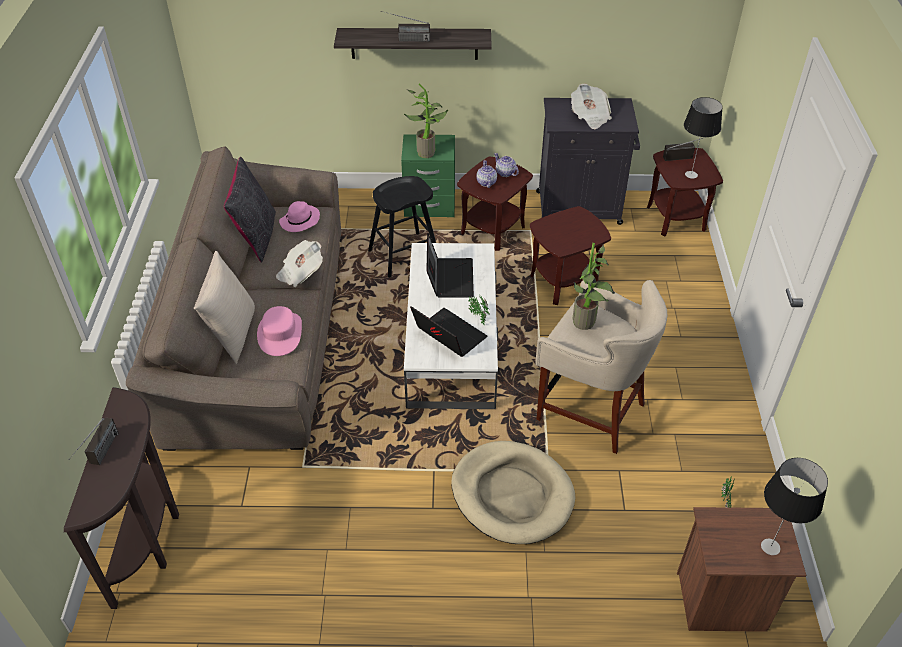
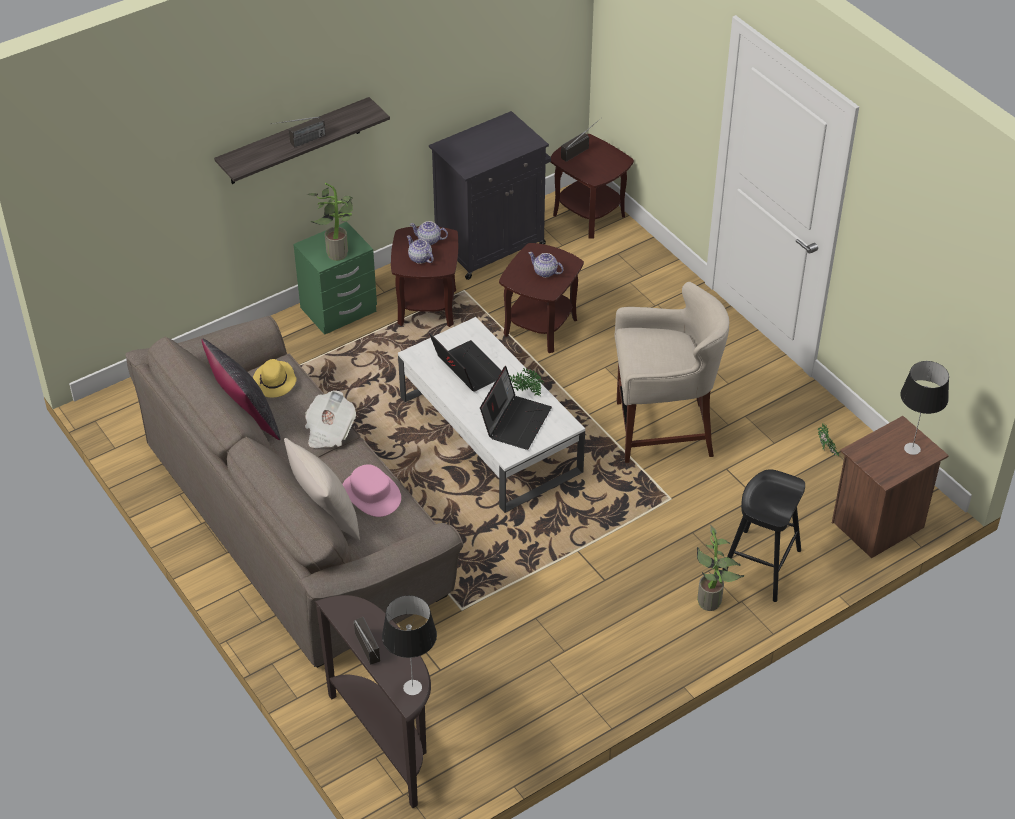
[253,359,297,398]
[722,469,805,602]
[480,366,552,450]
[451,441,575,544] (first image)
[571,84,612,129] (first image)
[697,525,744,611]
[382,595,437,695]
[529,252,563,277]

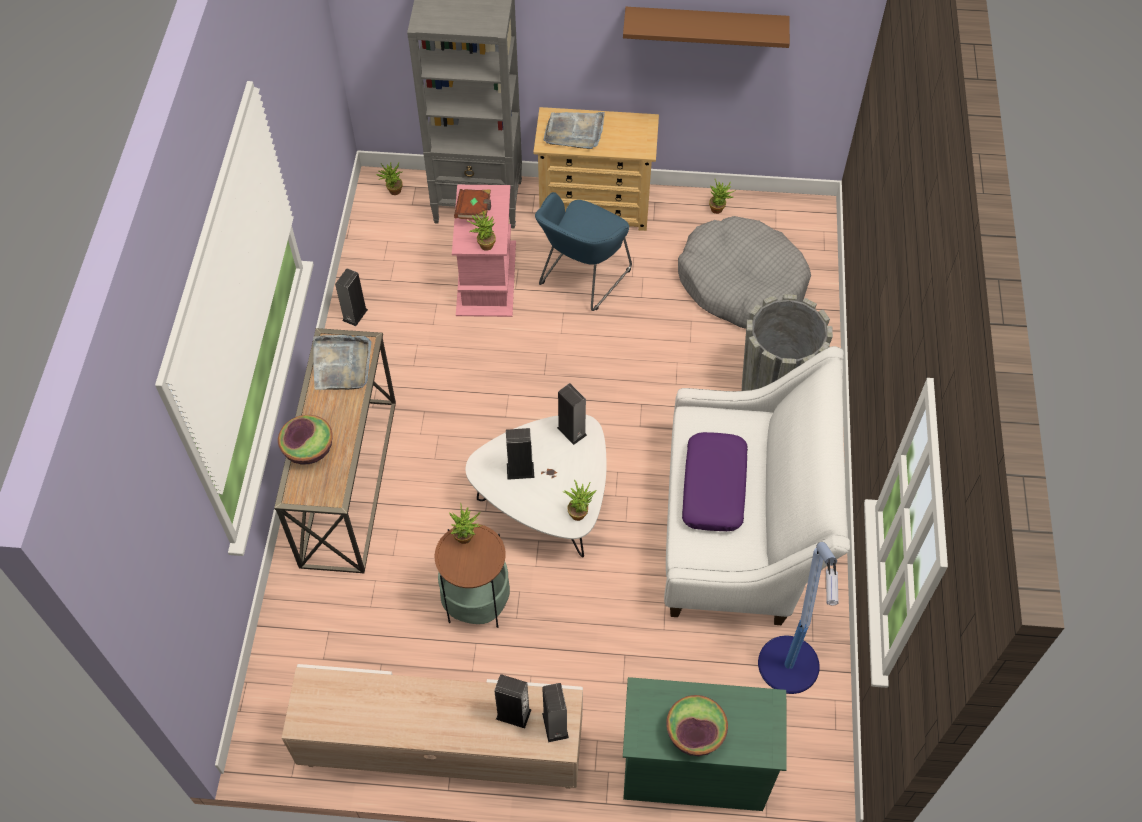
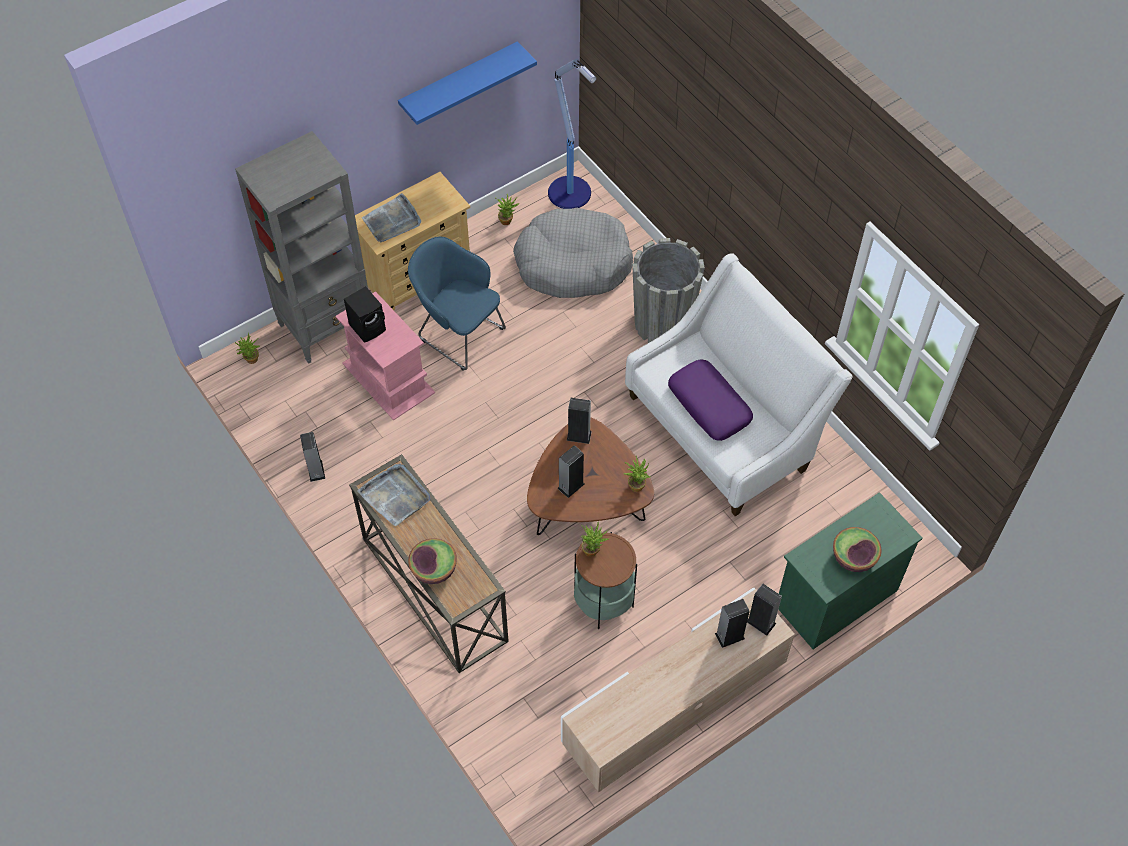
[344,286,386,343]
[466,211,496,251] (first image)
[527,417,654,535]
[408,237,506,371]
[398,41,537,125]
[548,58,596,209]

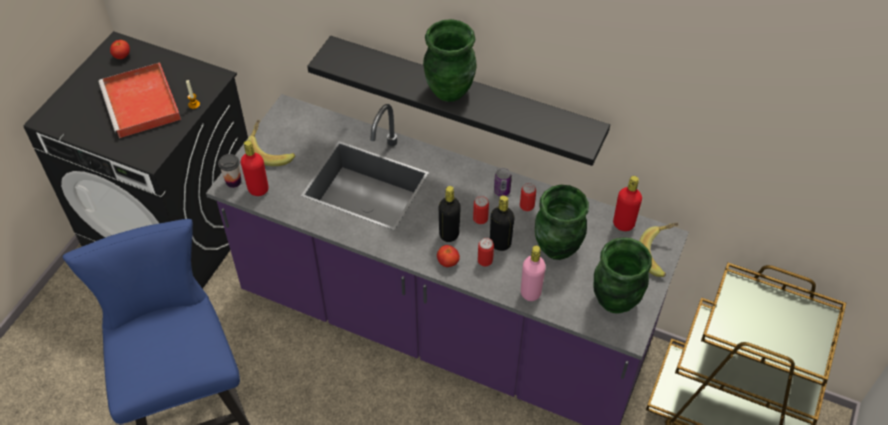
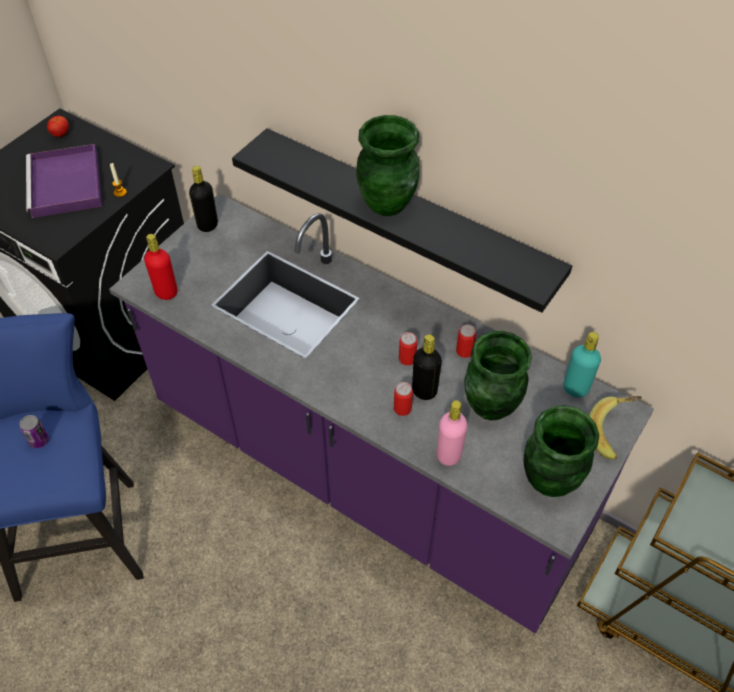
[26,144,102,218]
[218,154,241,188] (first image)
[247,120,295,166] (first image)
[437,245,460,267] (first image)
[189,166,218,232]
[20,415,49,448]
[564,332,601,397]

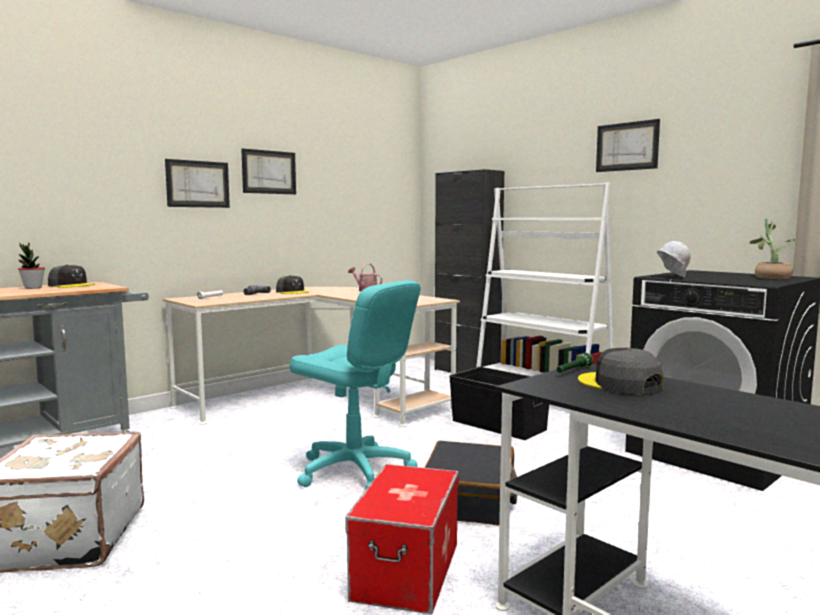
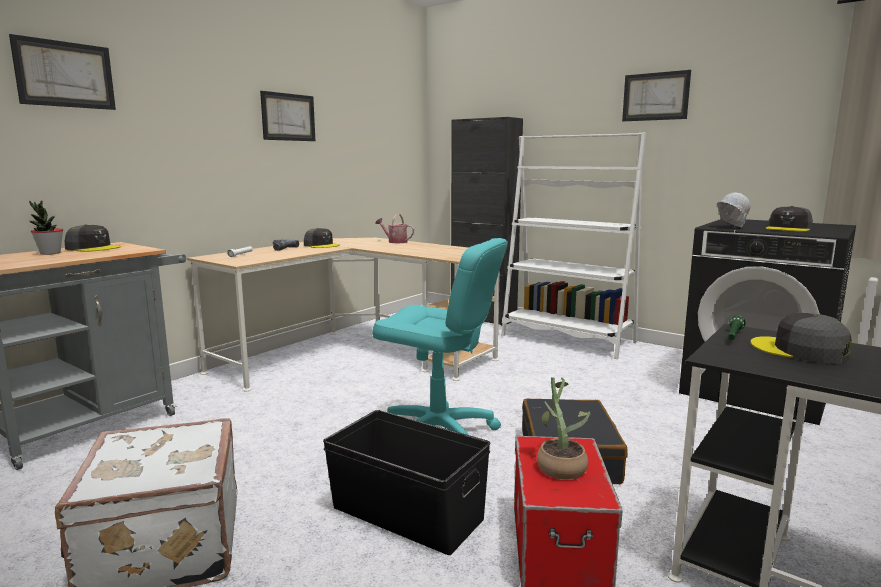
[9,34,116,110]
[323,410,491,555]
[537,377,590,480]
[765,206,813,232]

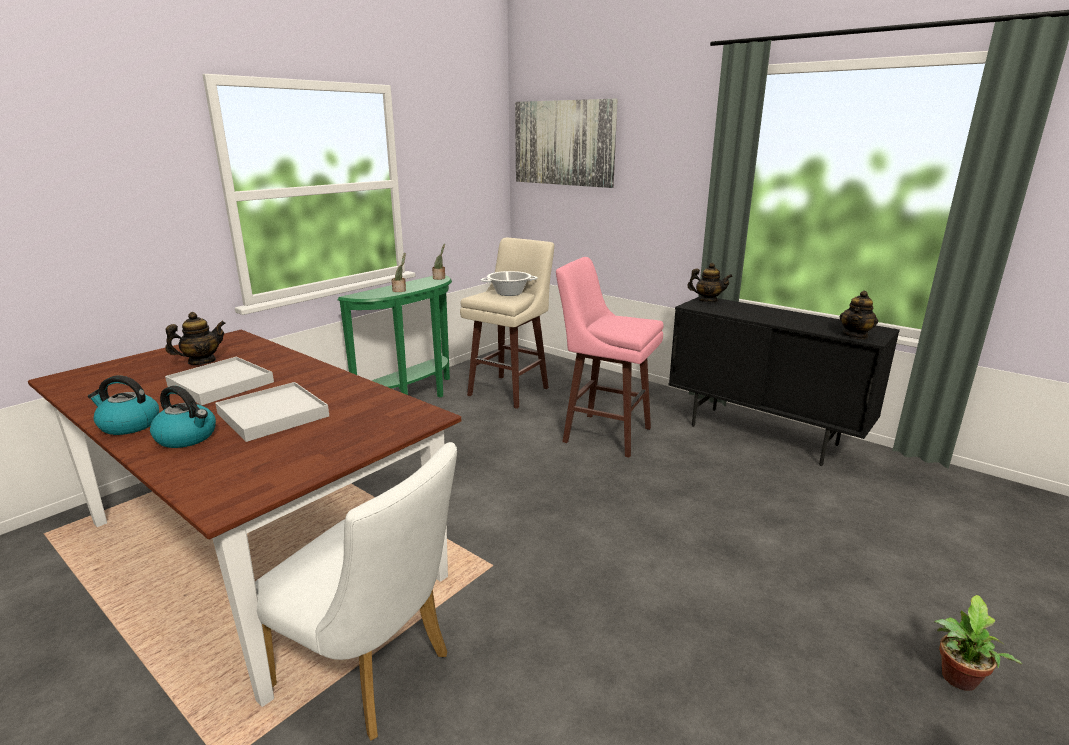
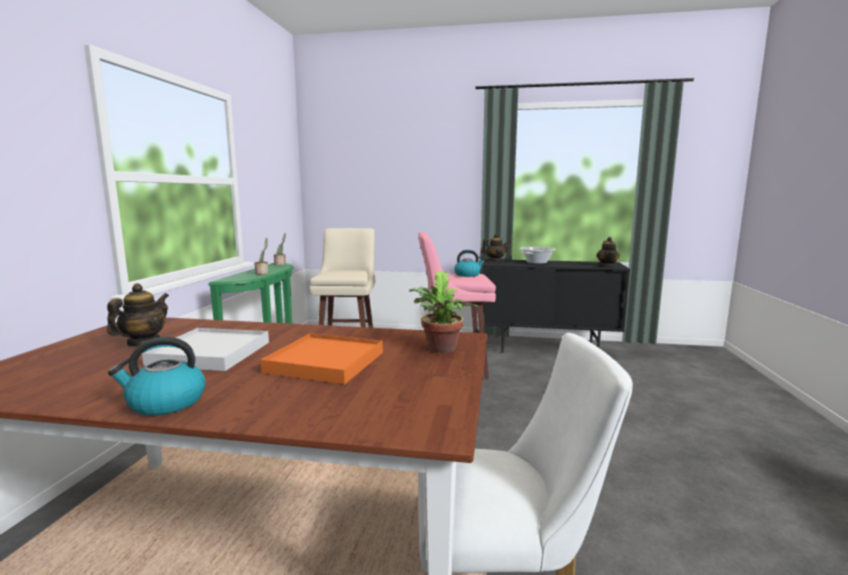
[454,250,485,277]
[260,333,383,384]
[520,247,556,264]
[515,99,618,188] (first image)
[409,271,478,354]

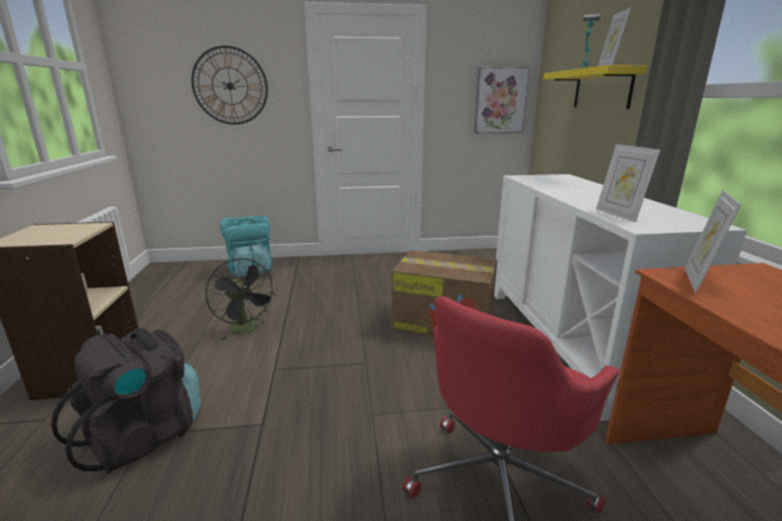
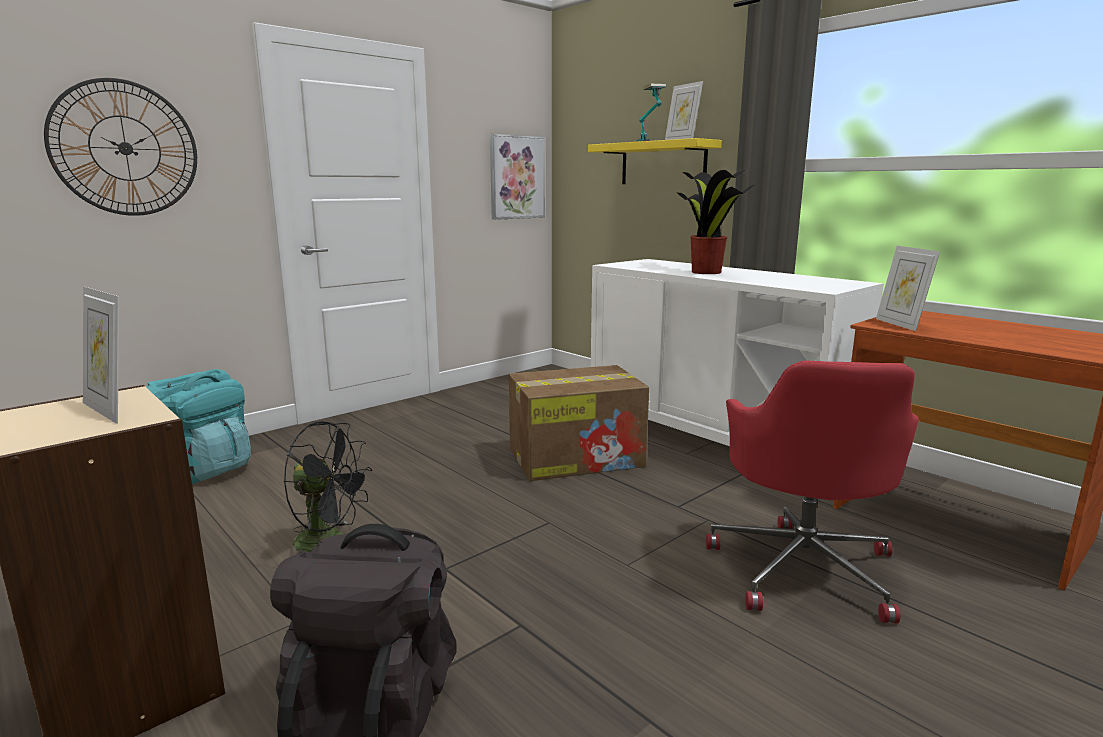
[83,286,119,424]
[677,170,754,274]

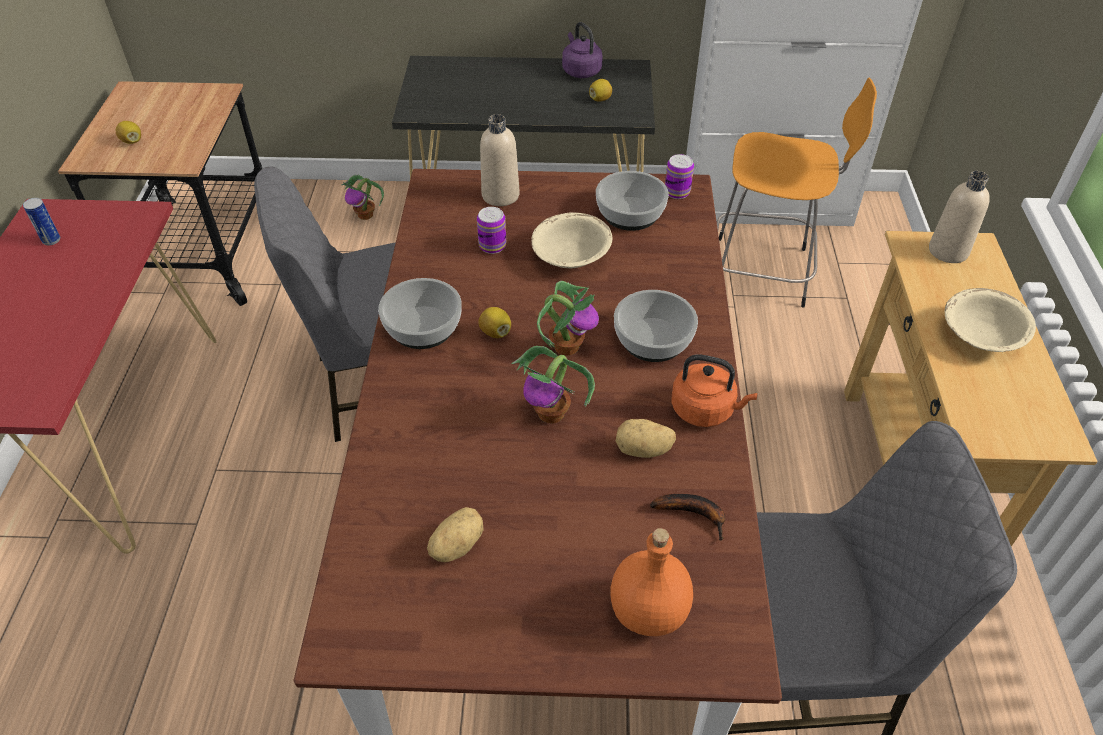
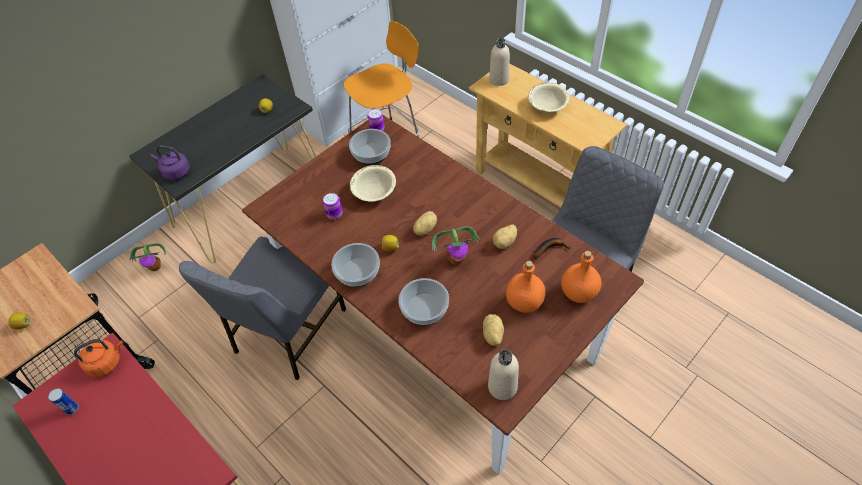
[488,349,519,400]
[413,211,437,236]
[151,146,190,180]
[399,278,449,325]
[74,339,123,377]
[506,261,545,313]

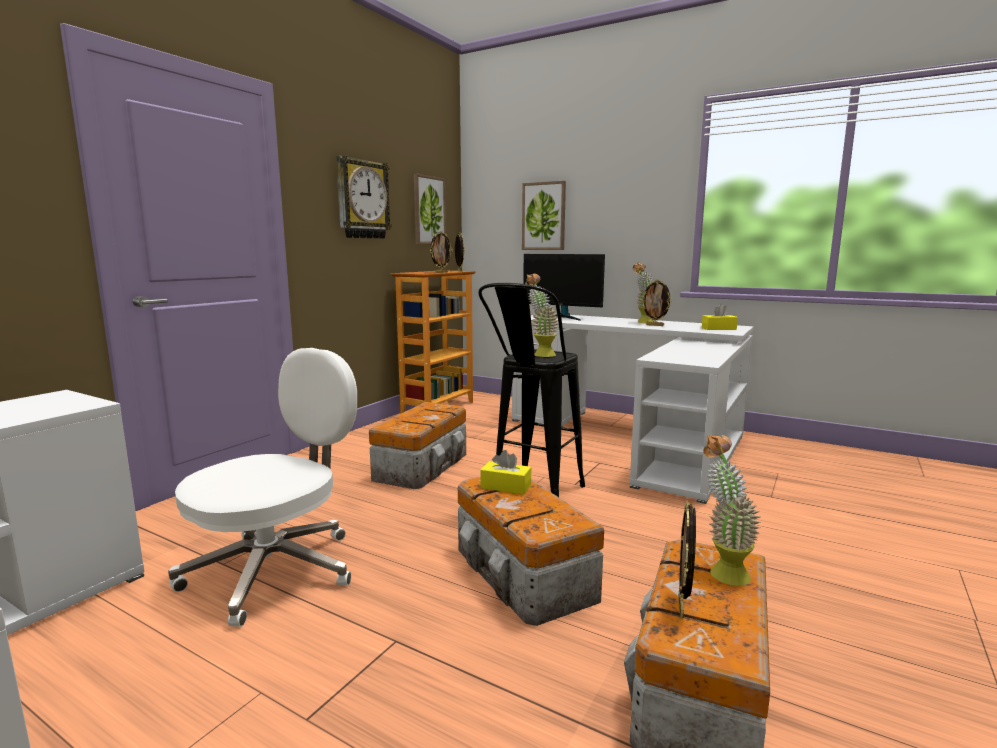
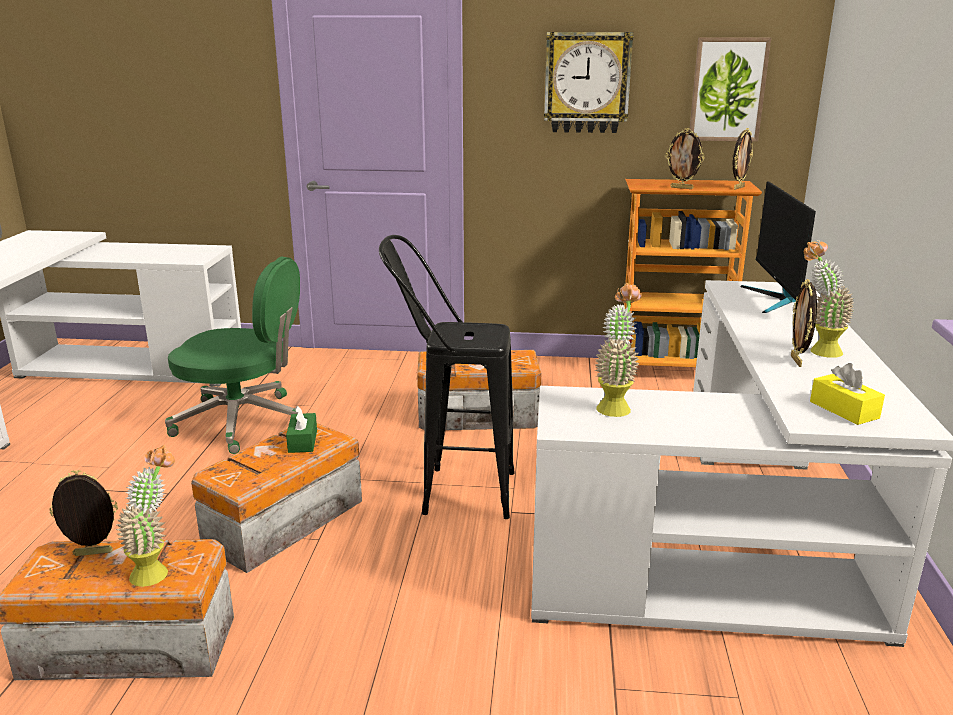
[165,256,300,454]
[286,405,317,453]
[522,181,566,250] (first image)
[595,283,642,417]

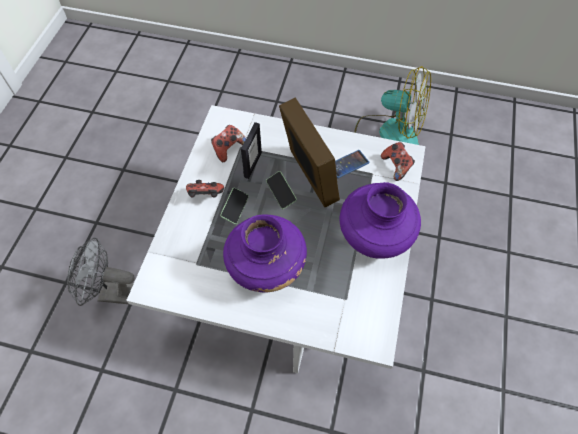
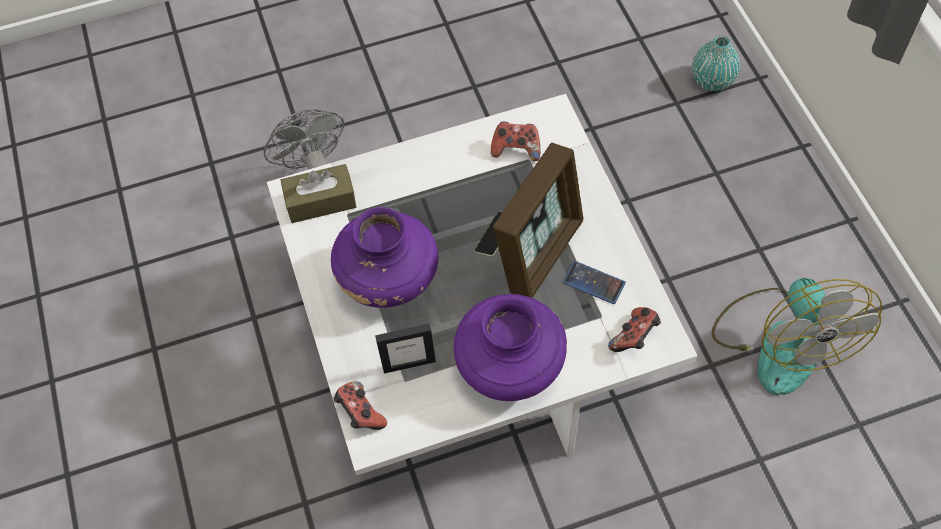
[334,381,387,430]
[220,188,249,224] (first image)
[375,324,436,374]
[281,164,356,223]
[692,35,740,91]

